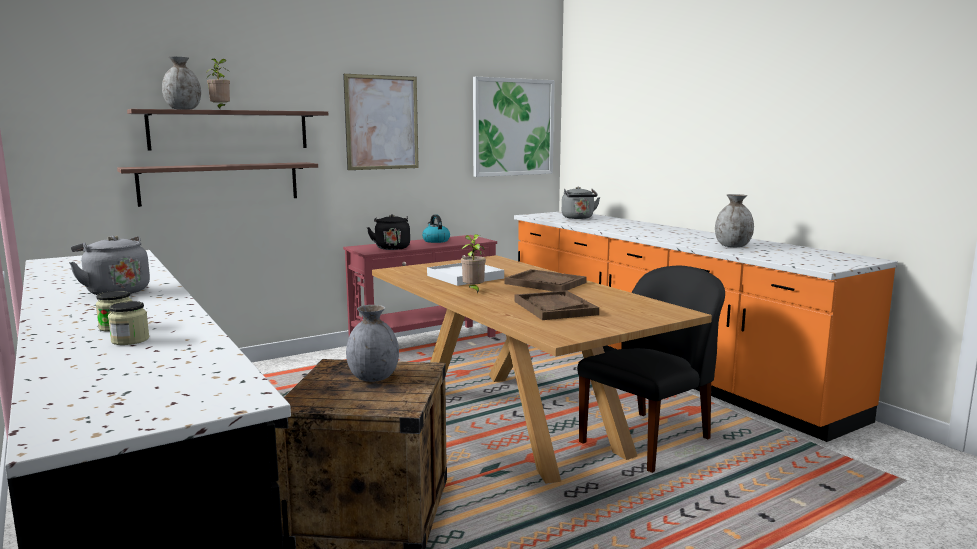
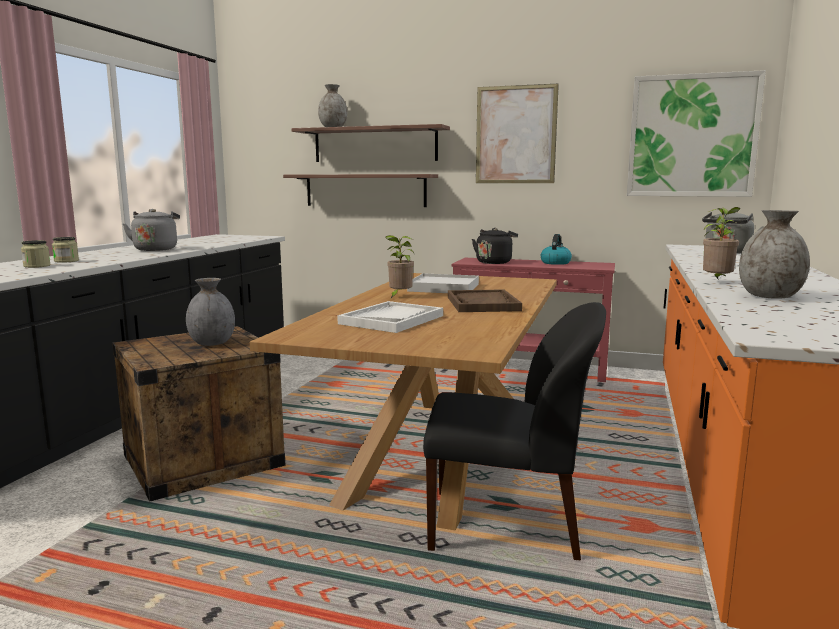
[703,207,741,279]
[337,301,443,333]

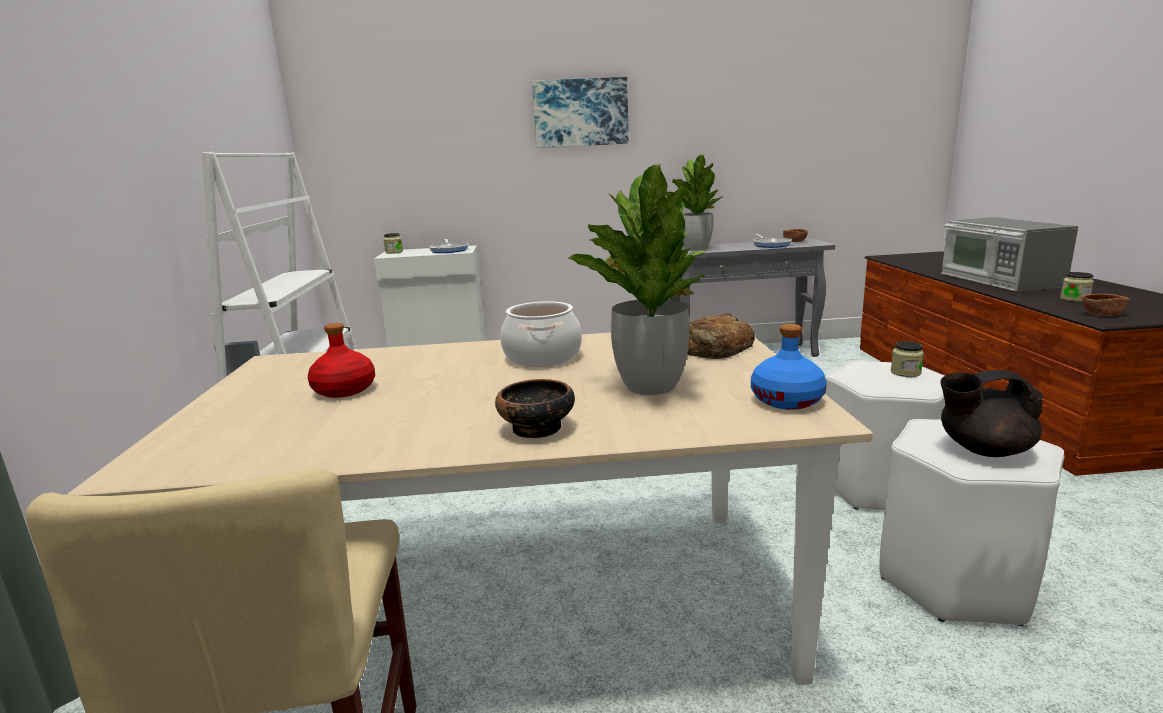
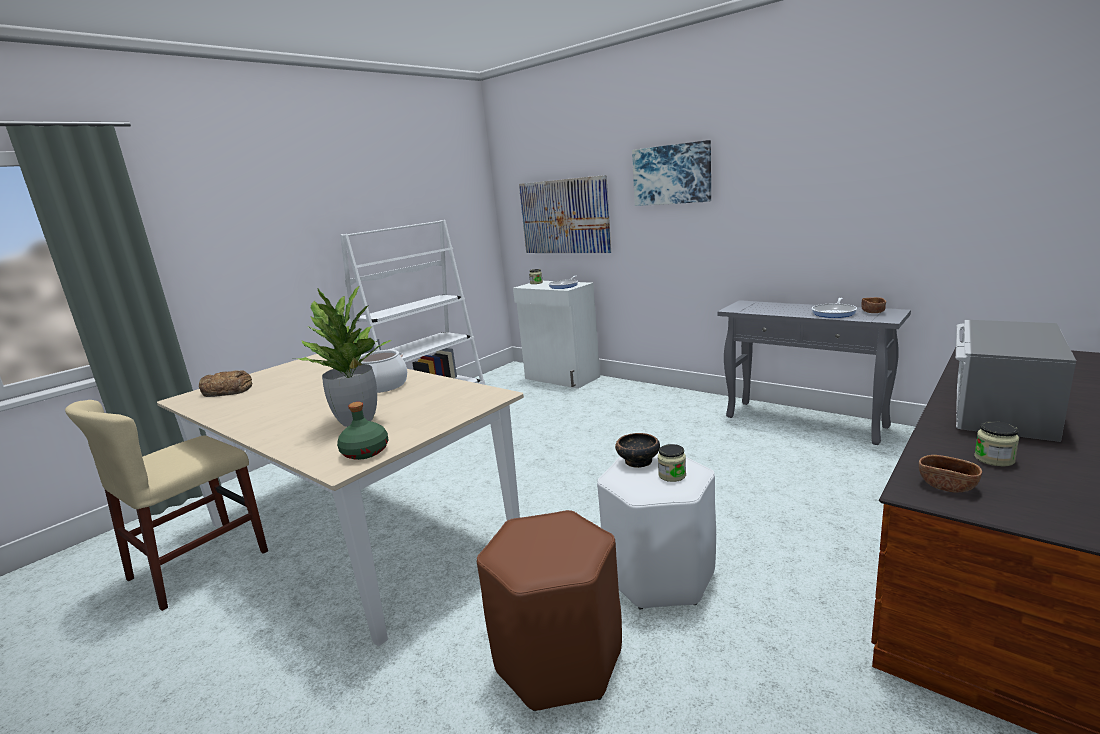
[308,323,375,398] (first image)
[615,433,660,468]
[665,154,722,251] (first image)
[199,370,253,397]
[337,402,388,460]
[477,510,622,711]
[940,370,1043,457] (first image)
[519,175,611,253]

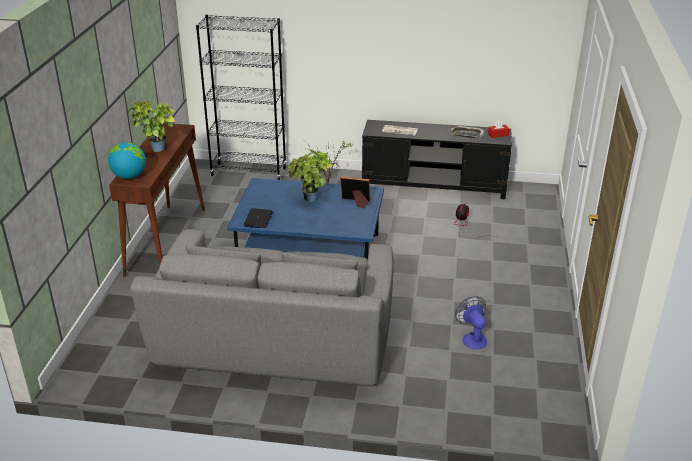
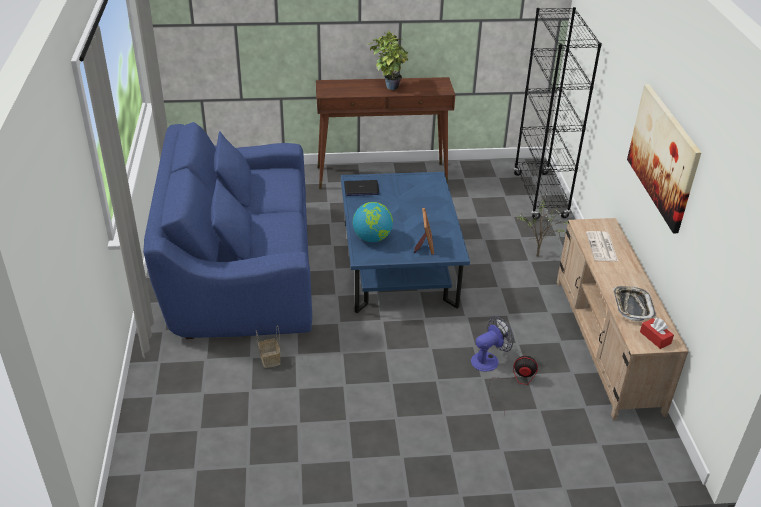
[353,202,393,242]
[143,122,312,339]
[288,151,333,202] (first image)
[557,218,689,420]
[471,316,514,372]
[256,325,280,368]
[627,84,701,233]

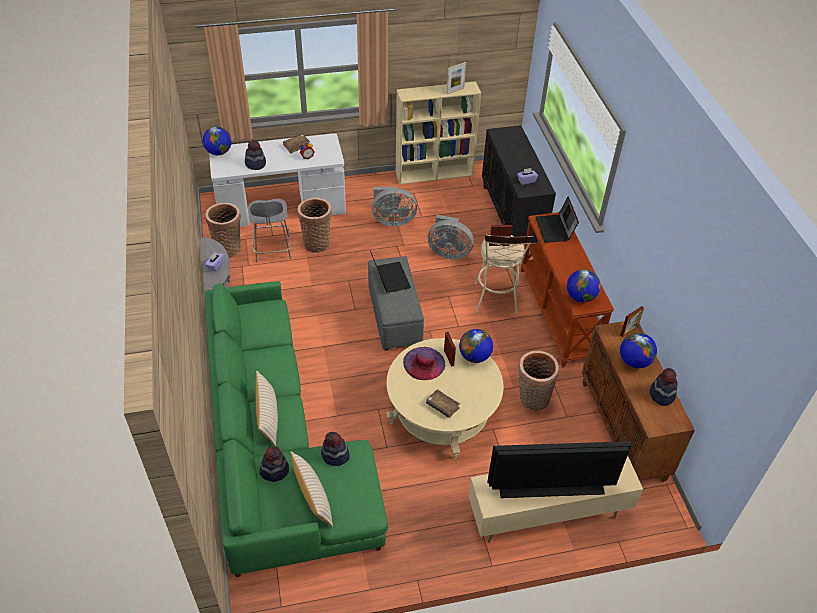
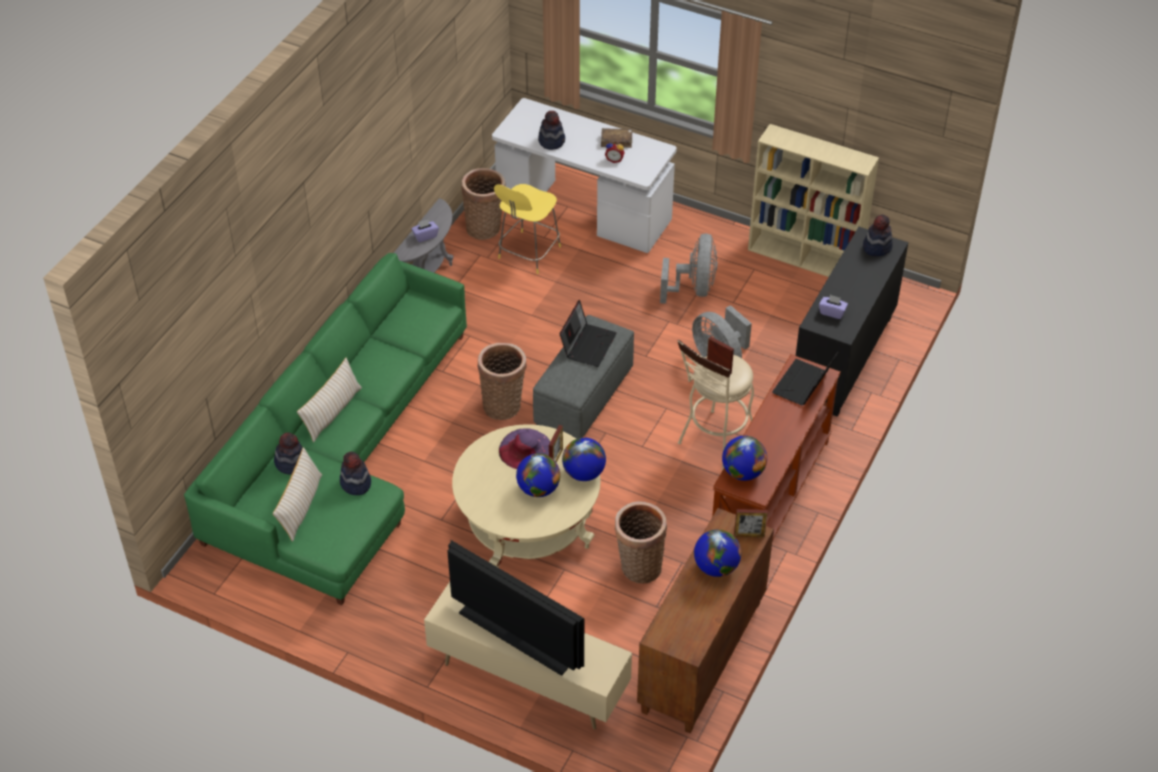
[516,453,560,497]
[494,184,561,274]
[477,343,527,420]
[660,234,718,304]
[426,389,460,418] (first image)
[446,62,466,94] (first image)
[863,215,893,256]

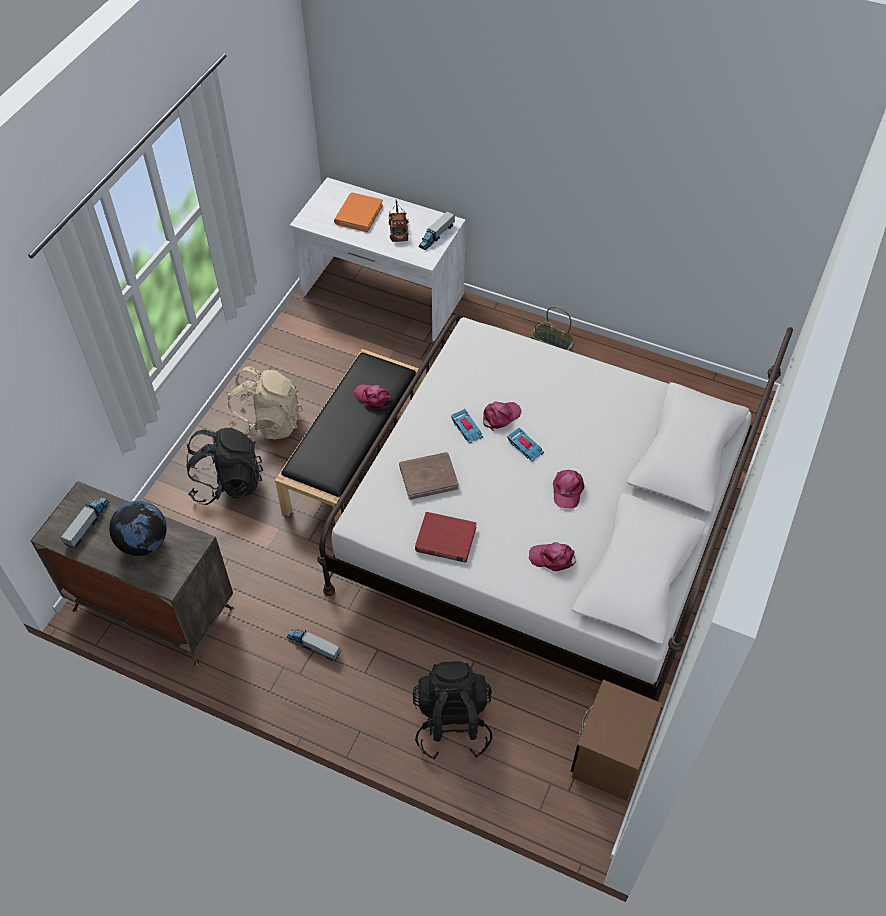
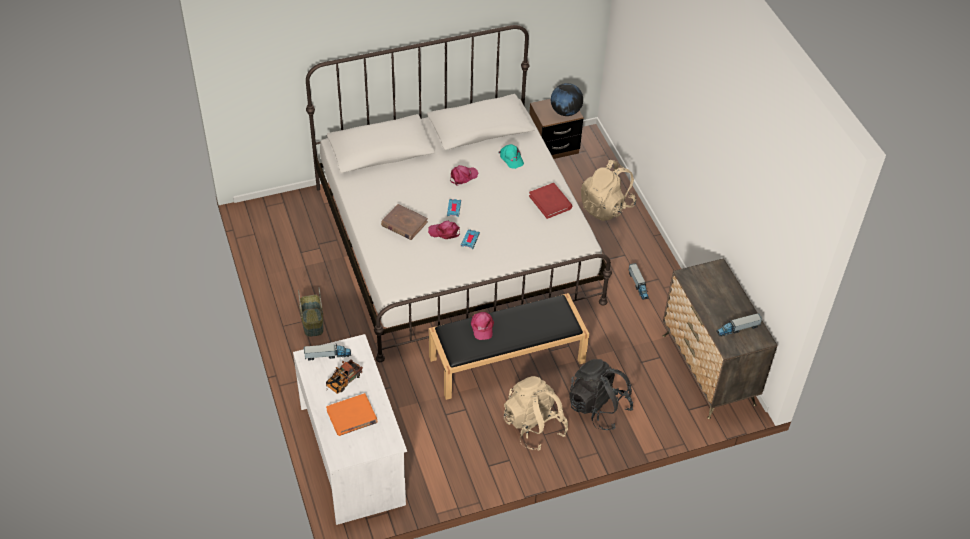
[551,83,583,116]
[381,204,428,240]
[581,160,636,221]
[498,144,524,169]

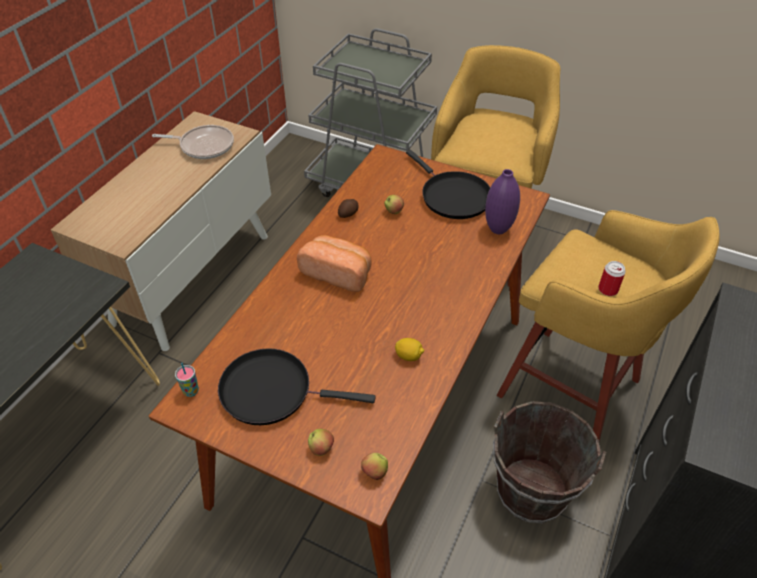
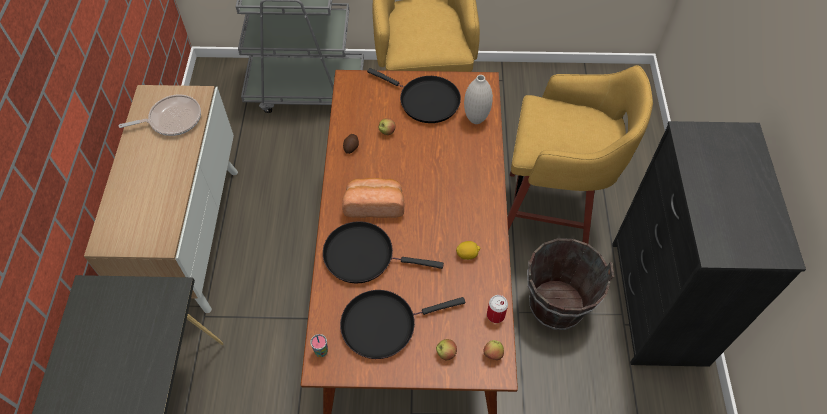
[464,75,493,124]
[487,295,508,323]
[323,221,444,283]

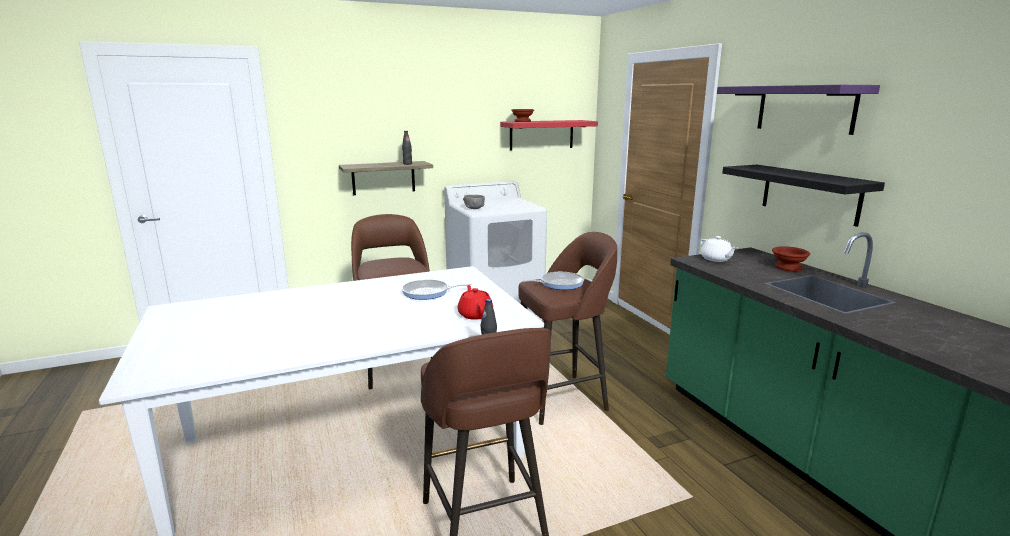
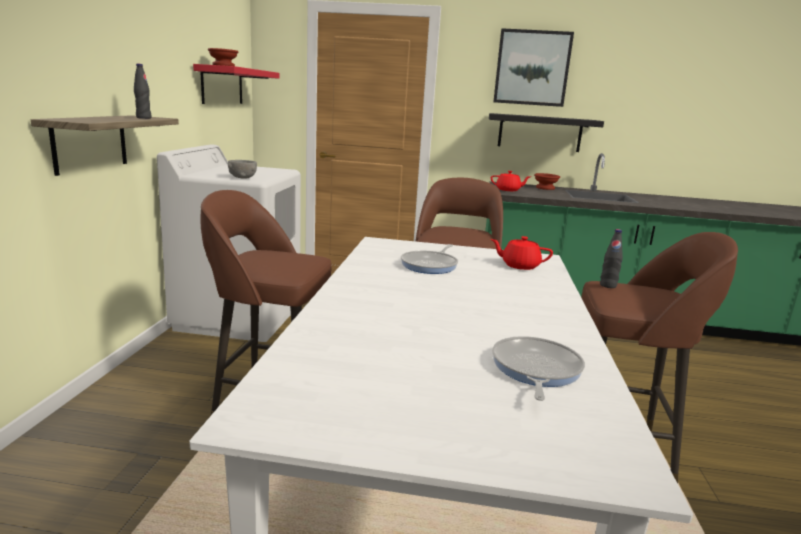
[492,336,585,401]
[491,171,530,191]
[493,28,574,107]

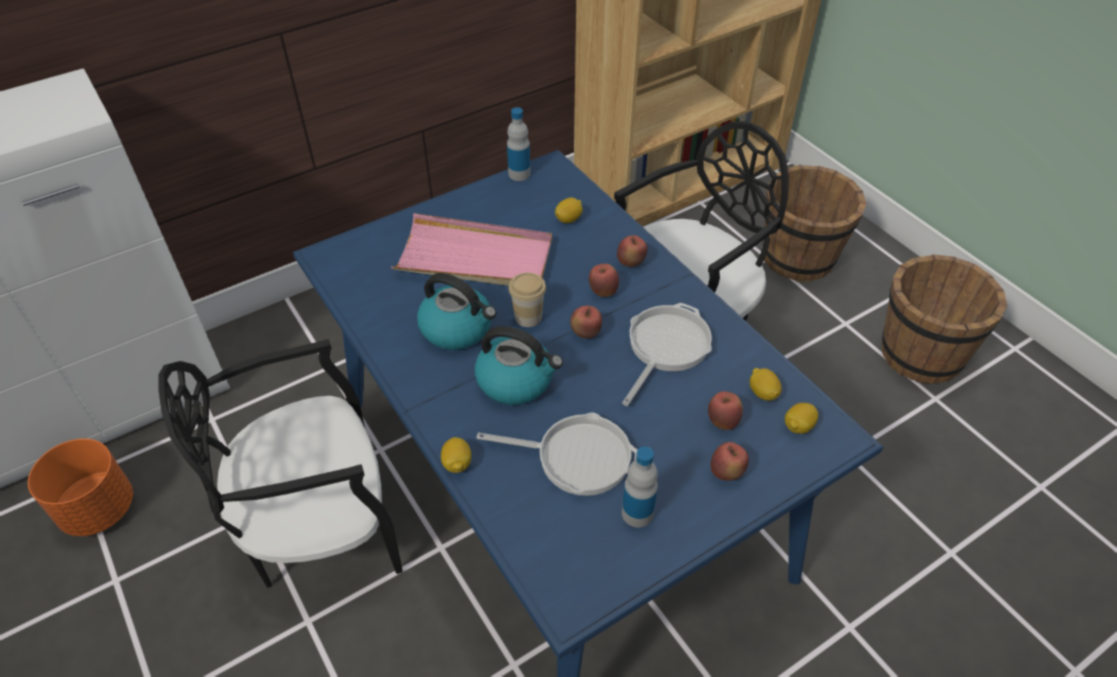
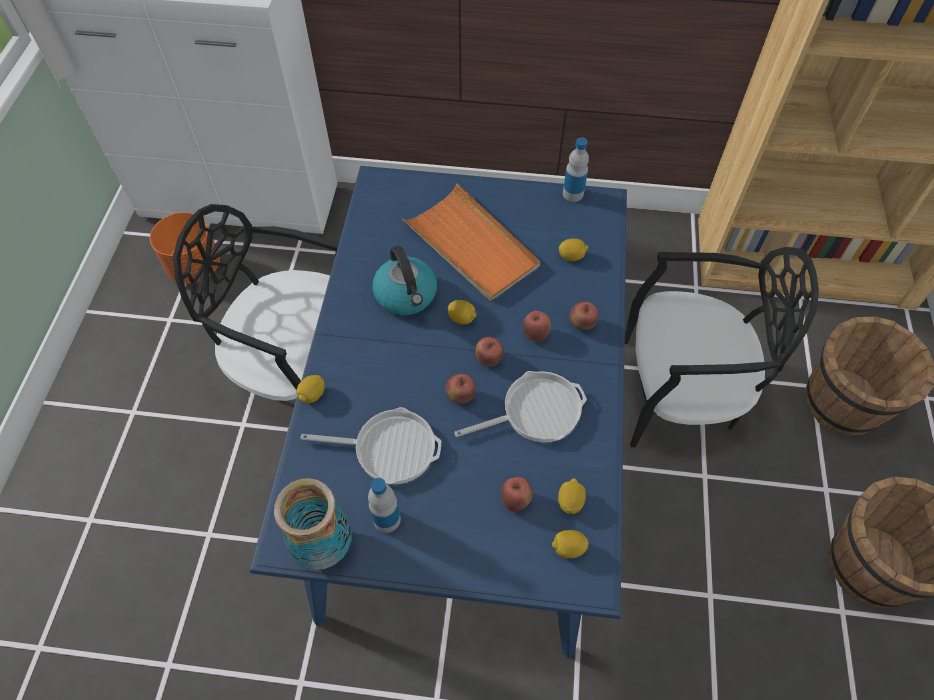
[401,183,540,301]
[475,326,563,405] (first image)
[300,407,441,484]
[448,300,477,325]
[445,374,476,404]
[274,478,352,570]

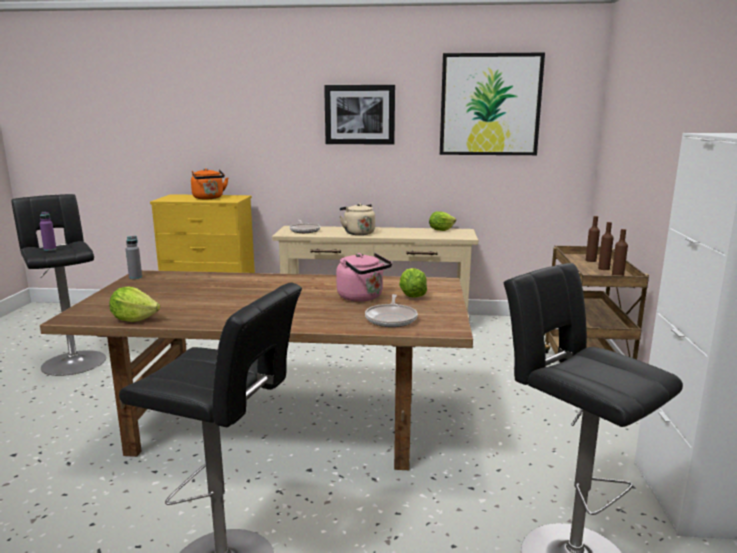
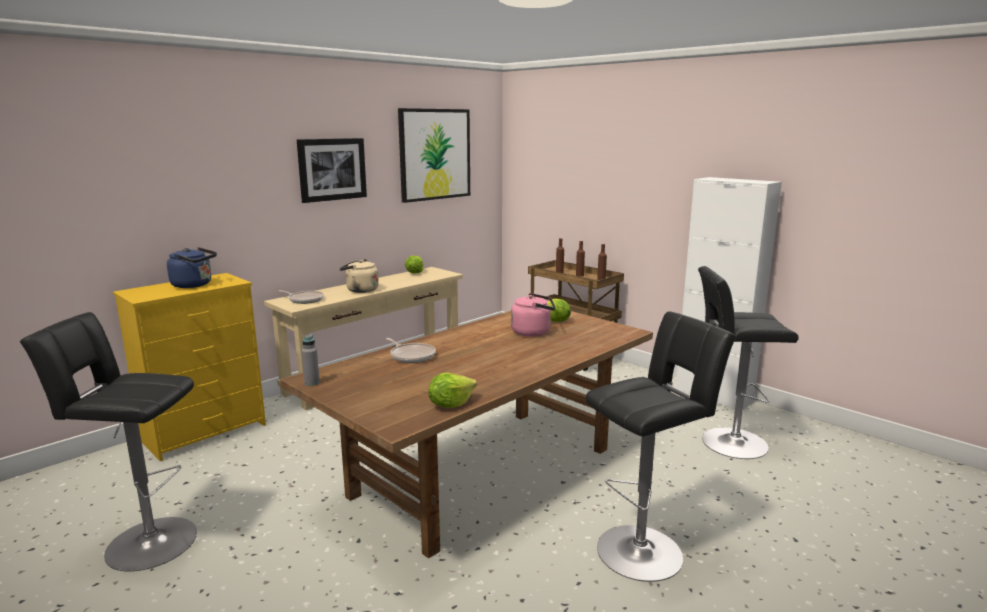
[40,212,56,251] (first image)
[167,247,217,288]
[386,338,436,363]

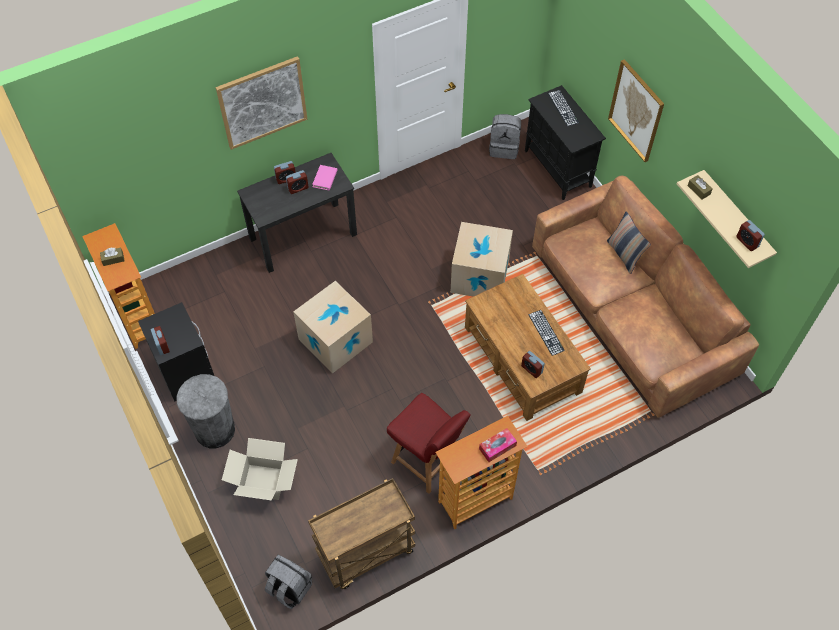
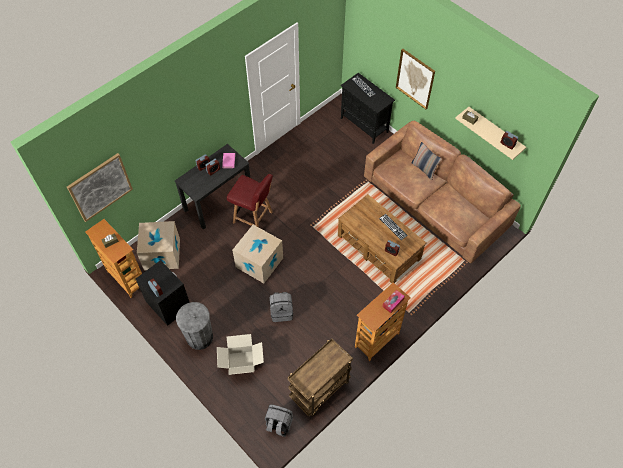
[67,153,133,222]
[227,174,273,227]
[137,221,180,270]
[270,292,293,322]

